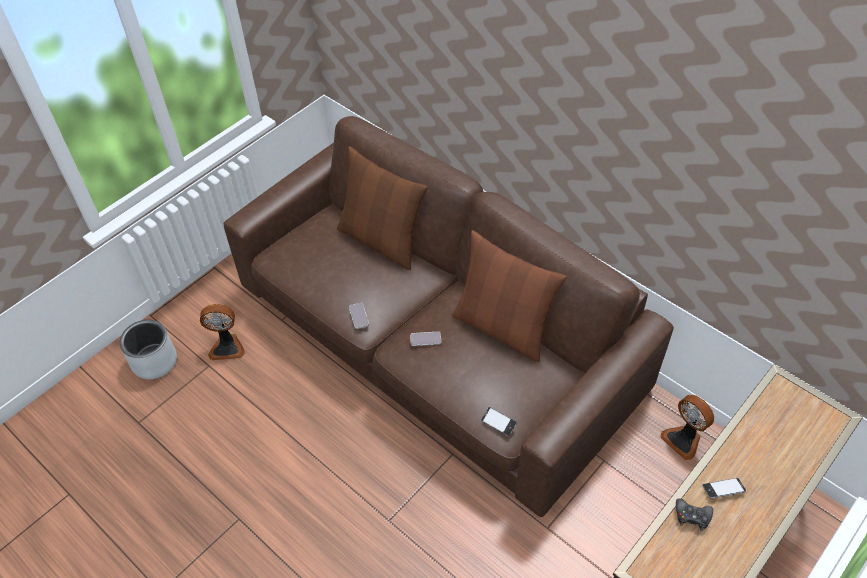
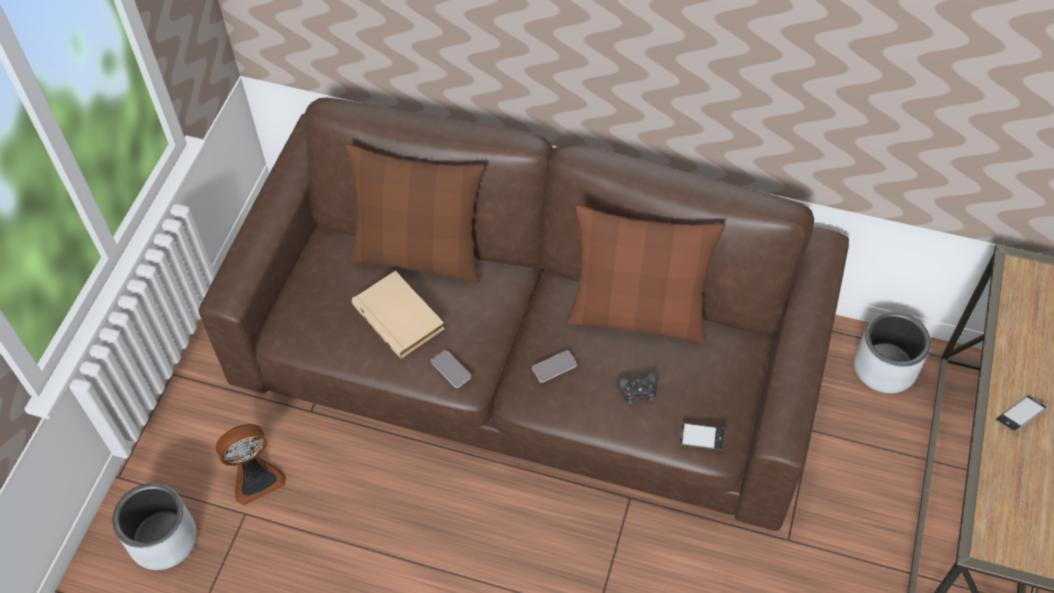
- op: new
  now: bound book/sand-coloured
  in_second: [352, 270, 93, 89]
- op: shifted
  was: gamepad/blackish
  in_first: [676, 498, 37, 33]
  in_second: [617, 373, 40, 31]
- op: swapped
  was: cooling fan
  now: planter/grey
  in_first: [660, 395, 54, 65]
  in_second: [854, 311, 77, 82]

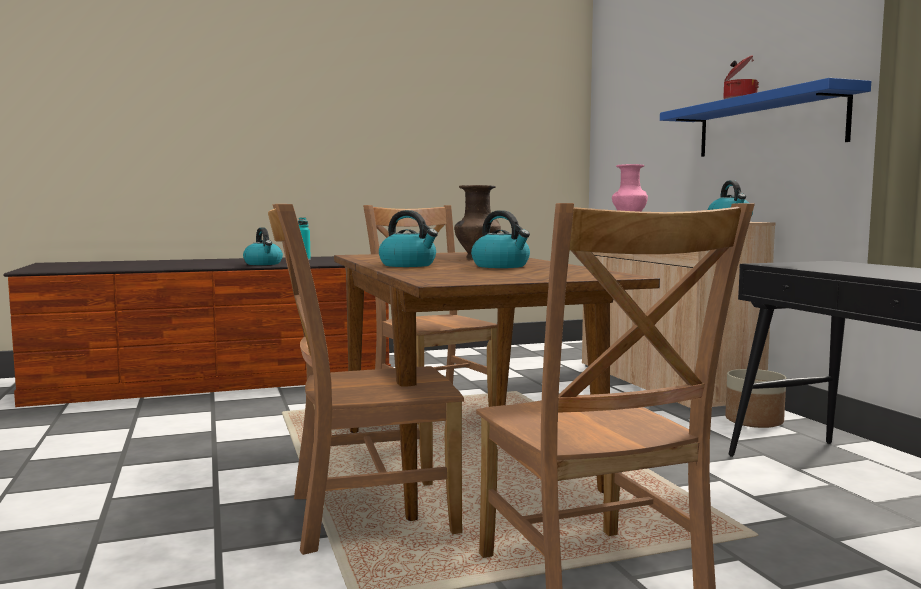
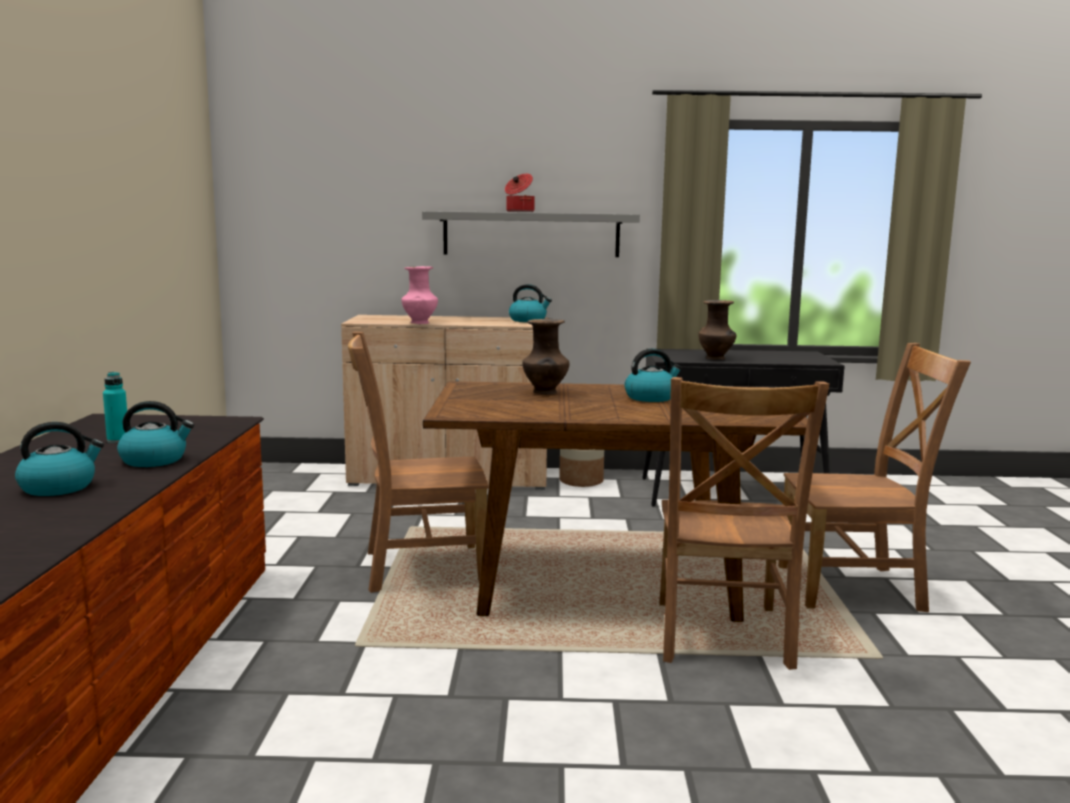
- op: shifted
  was: kettle
  in_first: [379, 210, 59, 57]
  in_second: [15, 422, 89, 74]
- op: repainted
  was: shelf/bluish
  now: shelf/grey
  in_first: [660, 78, 211, 79]
  in_second: [422, 211, 218, 46]
- op: new
  now: vase/brown
  in_second: [698, 300, 39, 60]

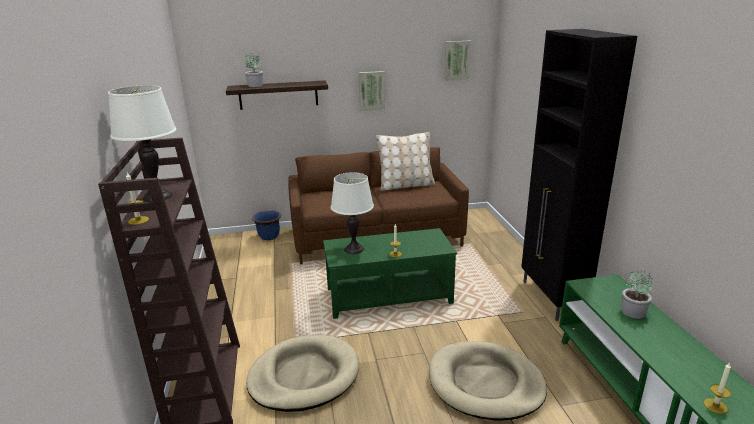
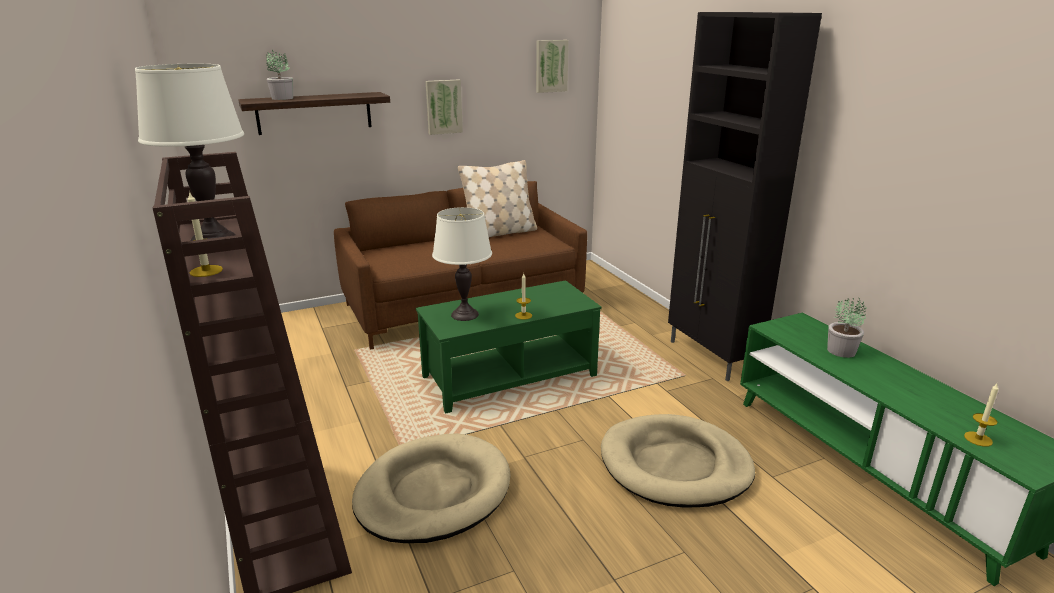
- op: gone
  was: planter/bluish
  in_first: [252, 210, 29, 30]

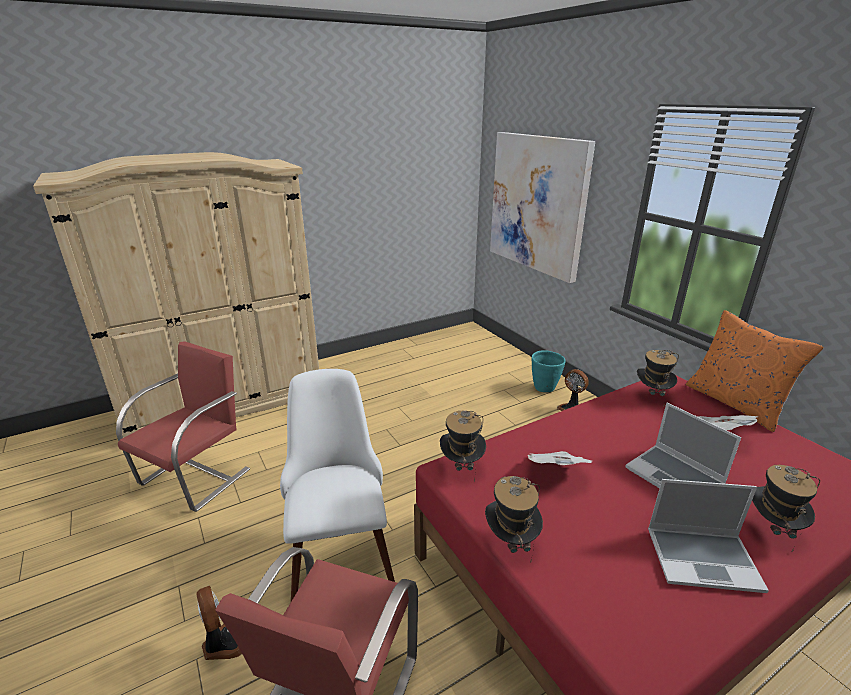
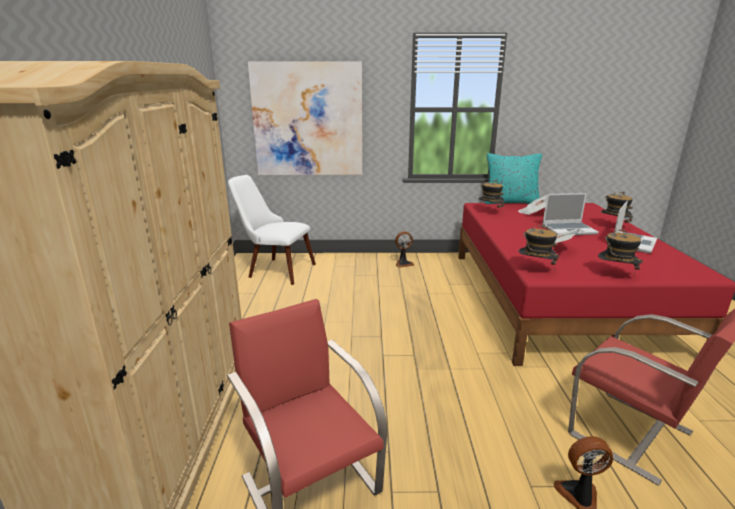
- op: shifted
  was: chair/white-coloured
  in_first: [280, 369, 115, 232]
  in_second: [228, 175, 88, 110]
- op: repainted
  was: cushion/orangey
  now: cushion/turquoise
  in_first: [685, 310, 139, 122]
  in_second: [485, 153, 57, 51]
- op: gone
  was: planter/turquoise
  in_first: [532, 350, 34, 42]

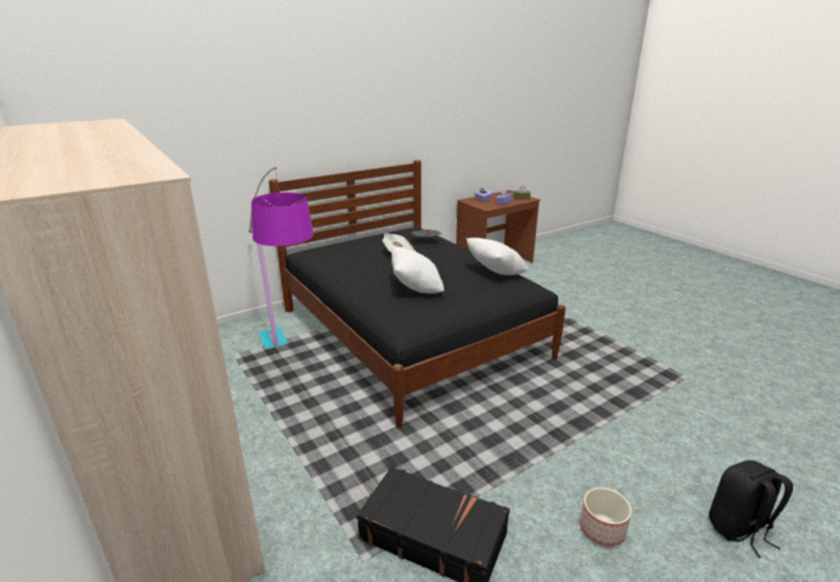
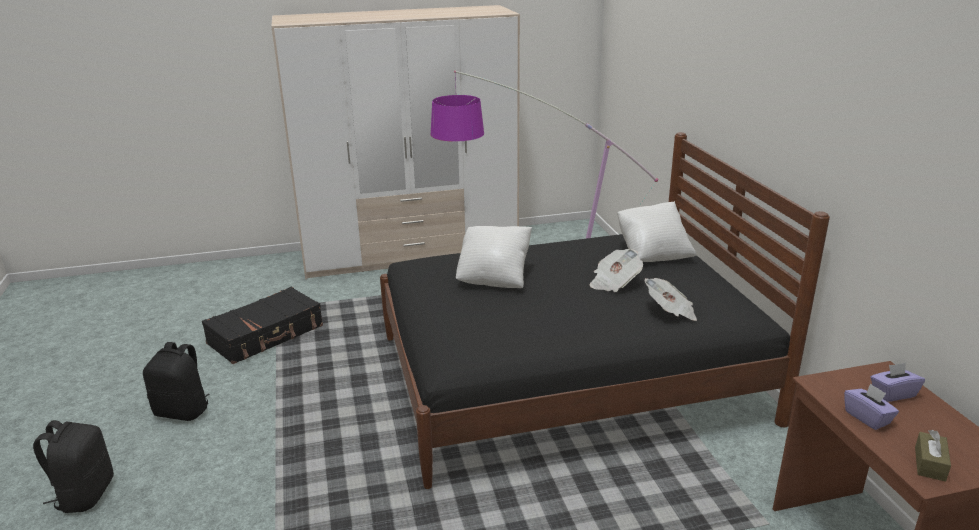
- op: swapped
  was: planter
  now: rucksack/blackish
  in_first: [580, 487, 52, 59]
  in_second: [143, 342, 67, 79]
- op: shifted
  was: cushion/white-coloured
  in_first: [466, 238, 63, 37]
  in_second: [617, 201, 80, 61]

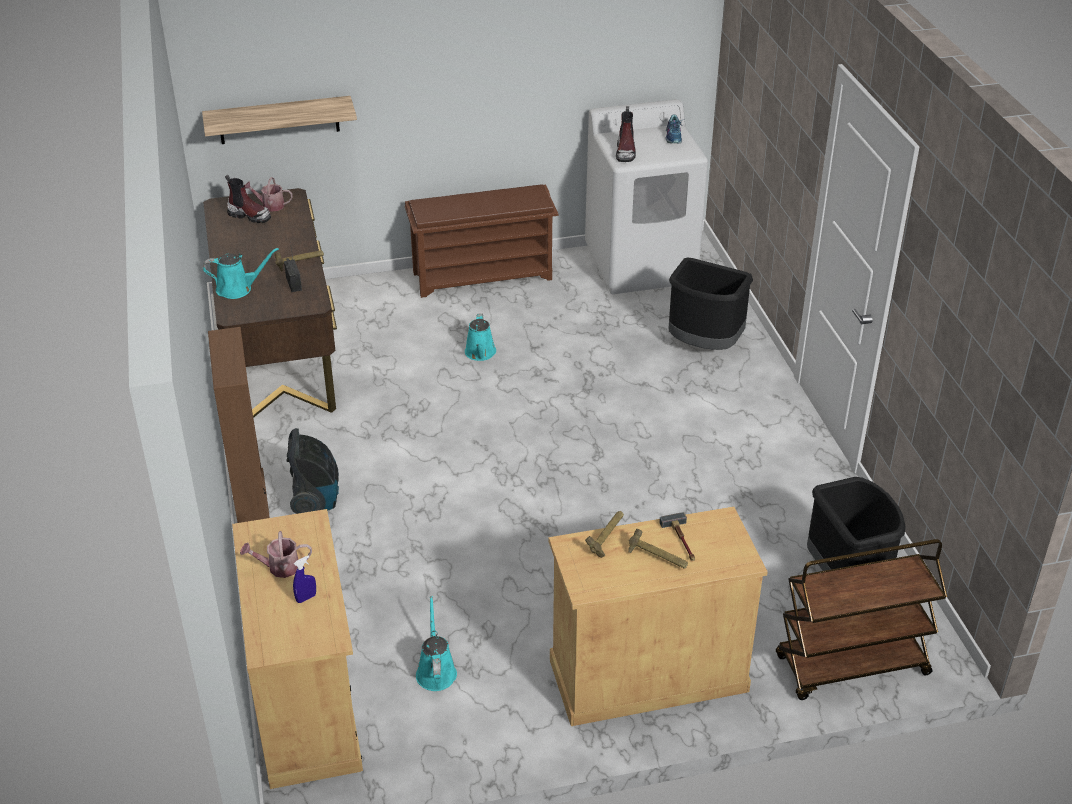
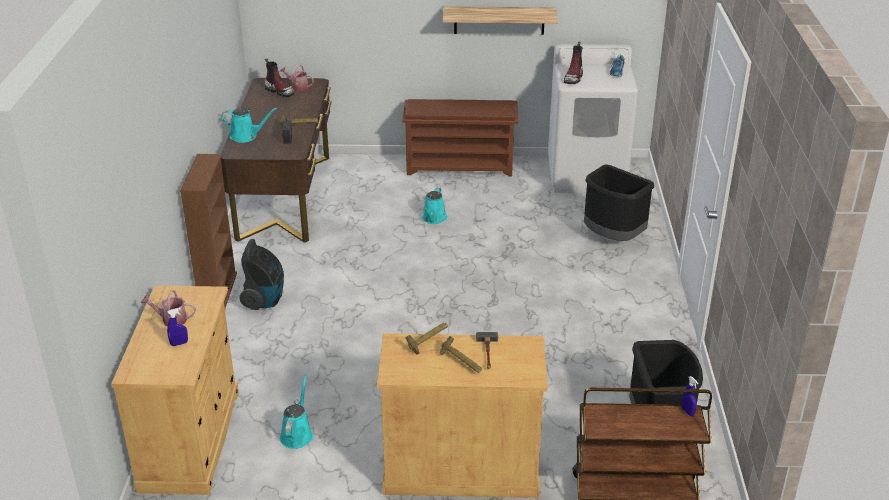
- op: shifted
  was: shelf
  in_first: [202, 96, 155, 48]
  in_second: [443, 6, 115, 29]
- op: new
  now: spray bottle/bluish
  in_second: [681, 376, 17, 40]

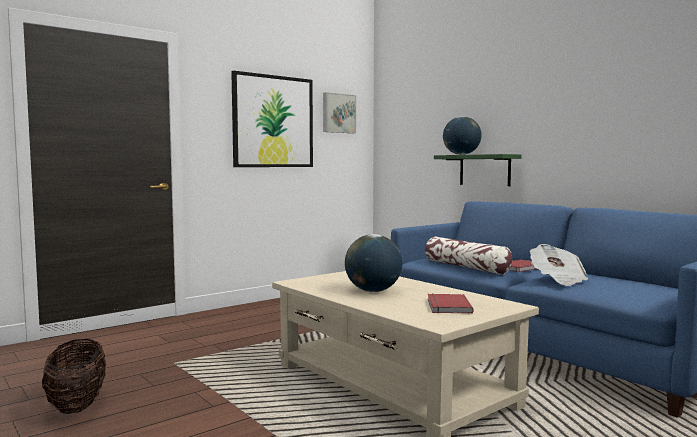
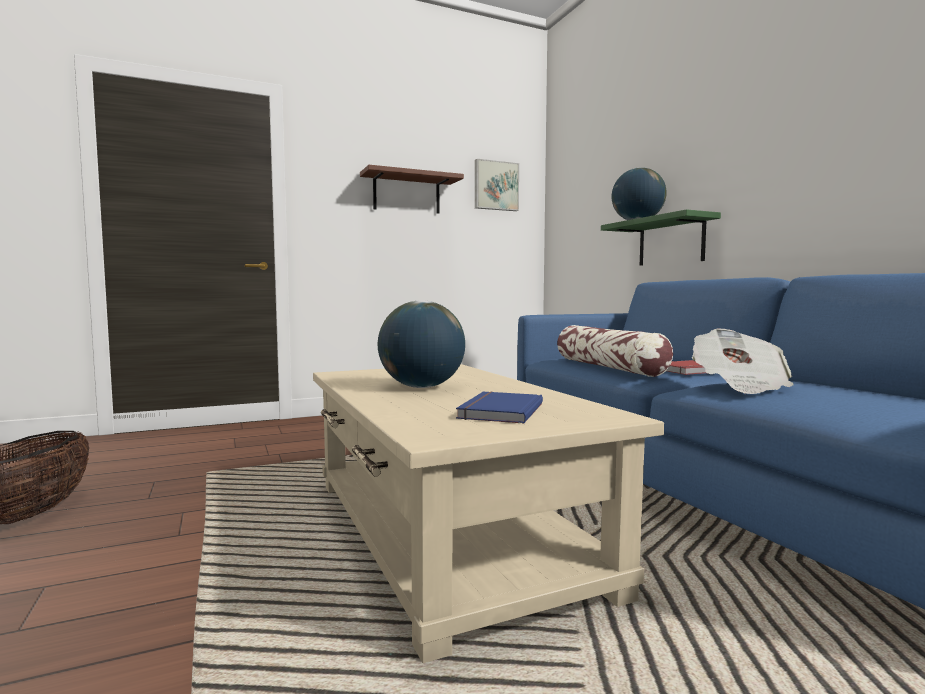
- op: swapped
  was: wall picture
  now: shelf/brown
  in_first: [231, 71, 82, 96]
  in_second: [360, 165, 104, 49]
- op: repainted
  was: bound book/red-coloured
  now: bound book/bluish
  in_first: [428, 294, 45, 19]
  in_second: [456, 391, 87, 32]

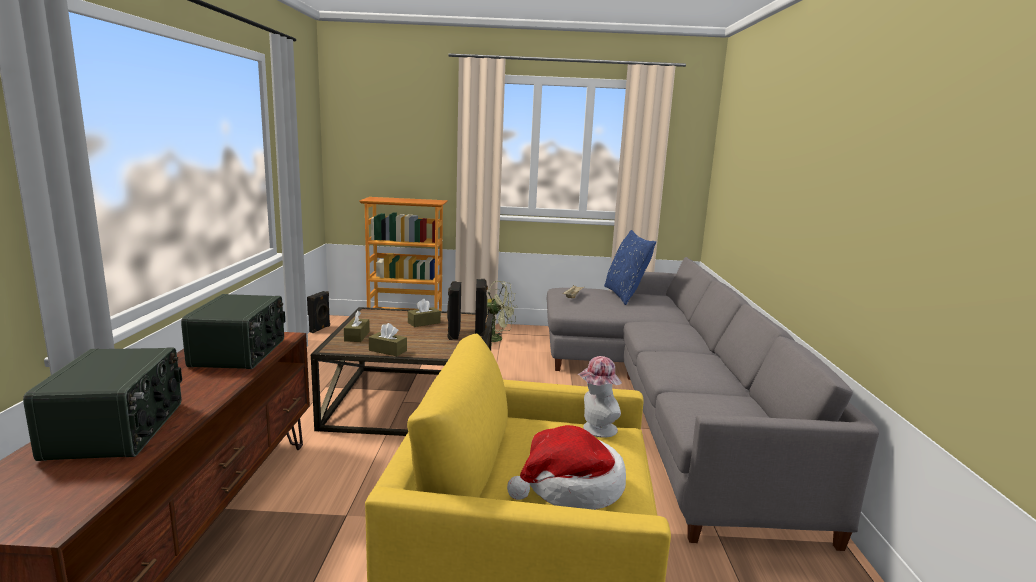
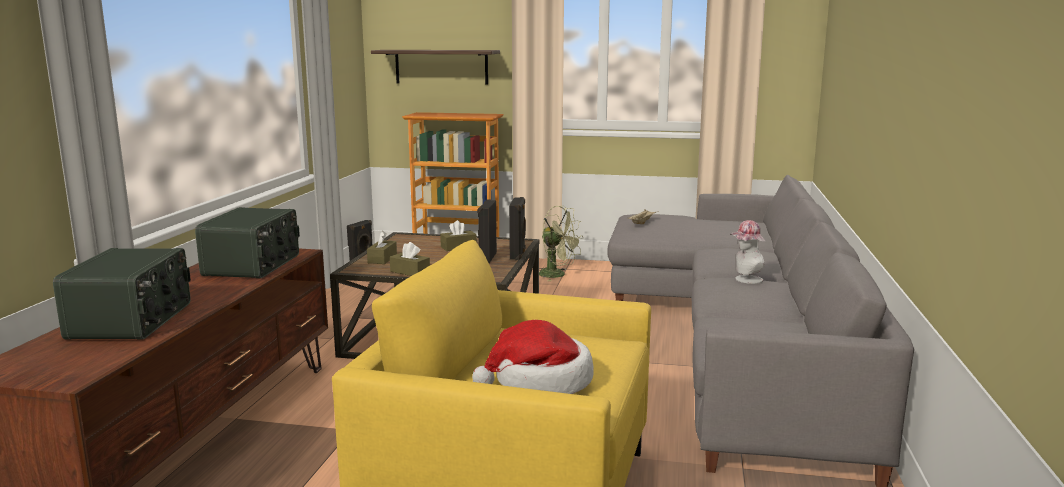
- op: new
  now: shelf
  in_second: [371, 50, 129, 34]
- op: shifted
  was: wearable hat
  in_first: [577, 356, 45, 82]
  in_second: [730, 220, 36, 64]
- op: gone
  was: cushion/bluish
  in_first: [604, 230, 52, 75]

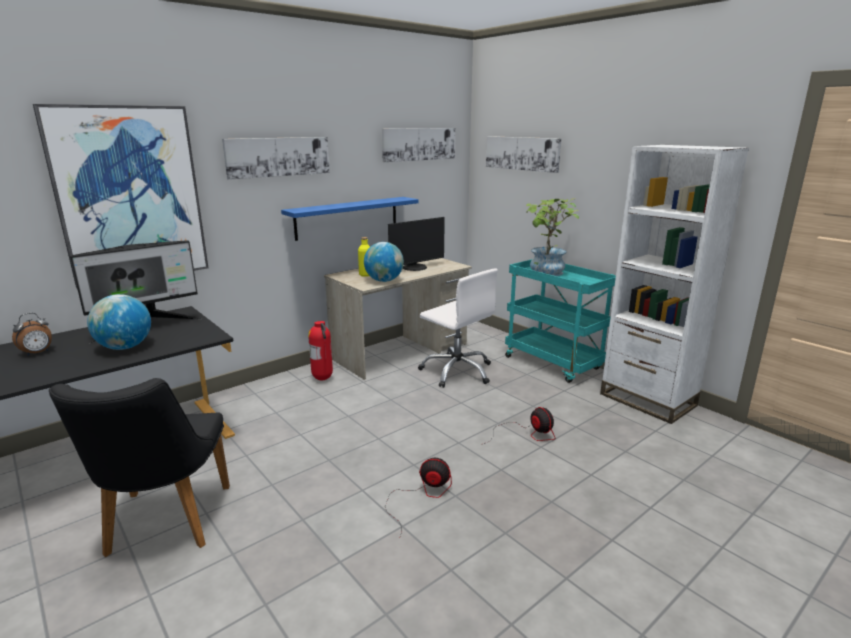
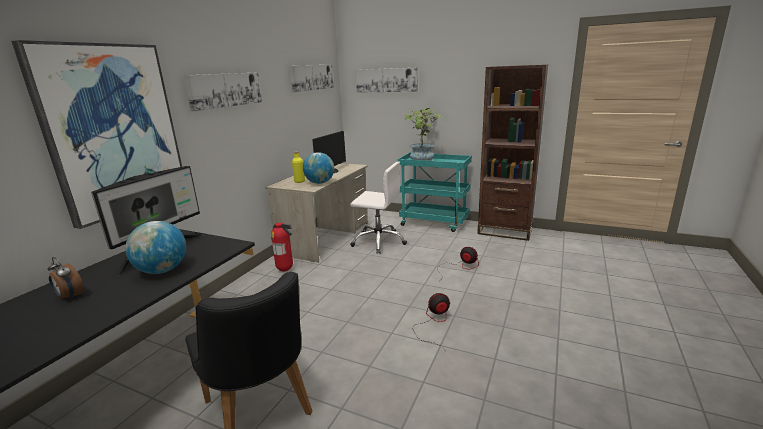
- op: rotated
  was: bedside clock
  in_first: [12, 313, 40, 43]
  in_second: [48, 257, 36, 43]
  clockwise: 105
- op: repainted
  was: bookcase/white-coloured
  now: bookcase/brown
  in_first: [600, 145, 149, 279]
  in_second: [477, 64, 71, 177]
- op: gone
  was: shelf/bluish
  in_first: [281, 197, 138, 44]

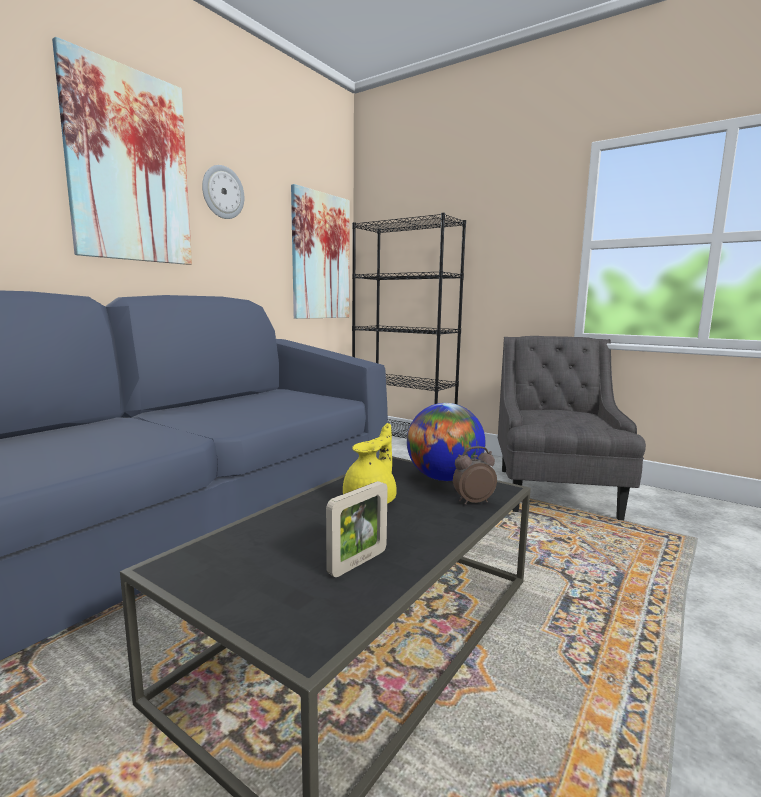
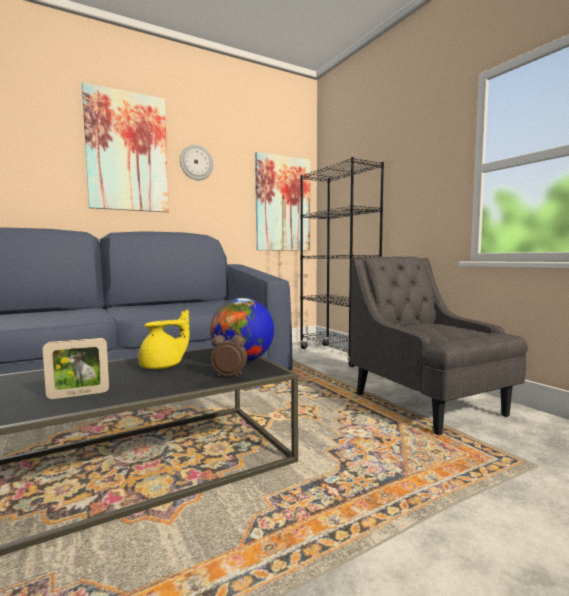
- op: rotated
  was: lounge chair/grey
  in_first: [498, 336, 148, 184]
  in_second: [350, 256, 178, 179]
  clockwise: -60

